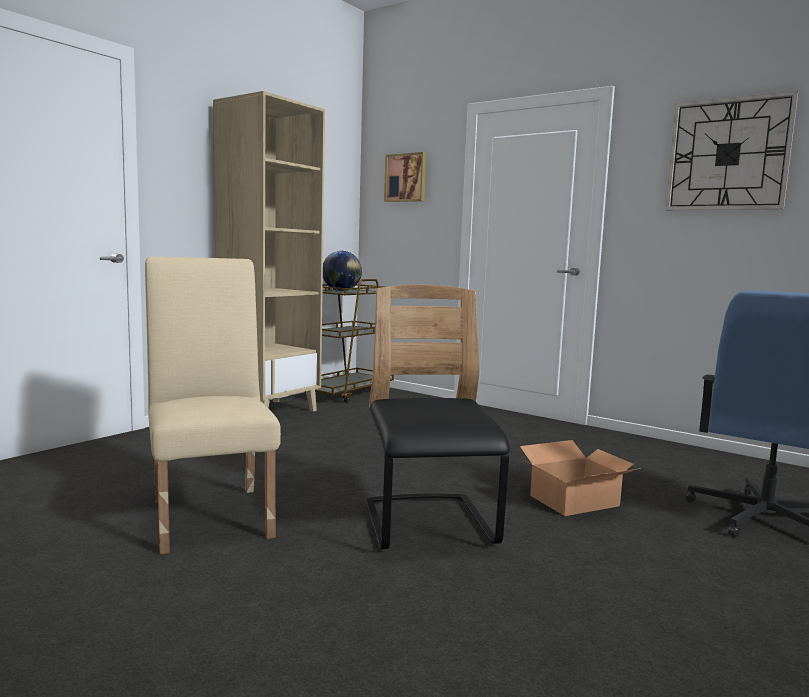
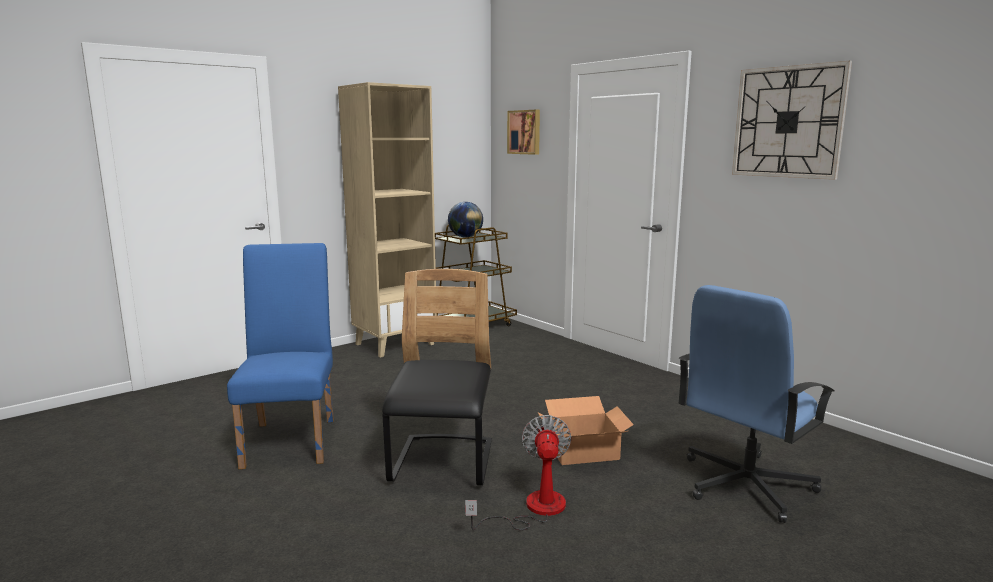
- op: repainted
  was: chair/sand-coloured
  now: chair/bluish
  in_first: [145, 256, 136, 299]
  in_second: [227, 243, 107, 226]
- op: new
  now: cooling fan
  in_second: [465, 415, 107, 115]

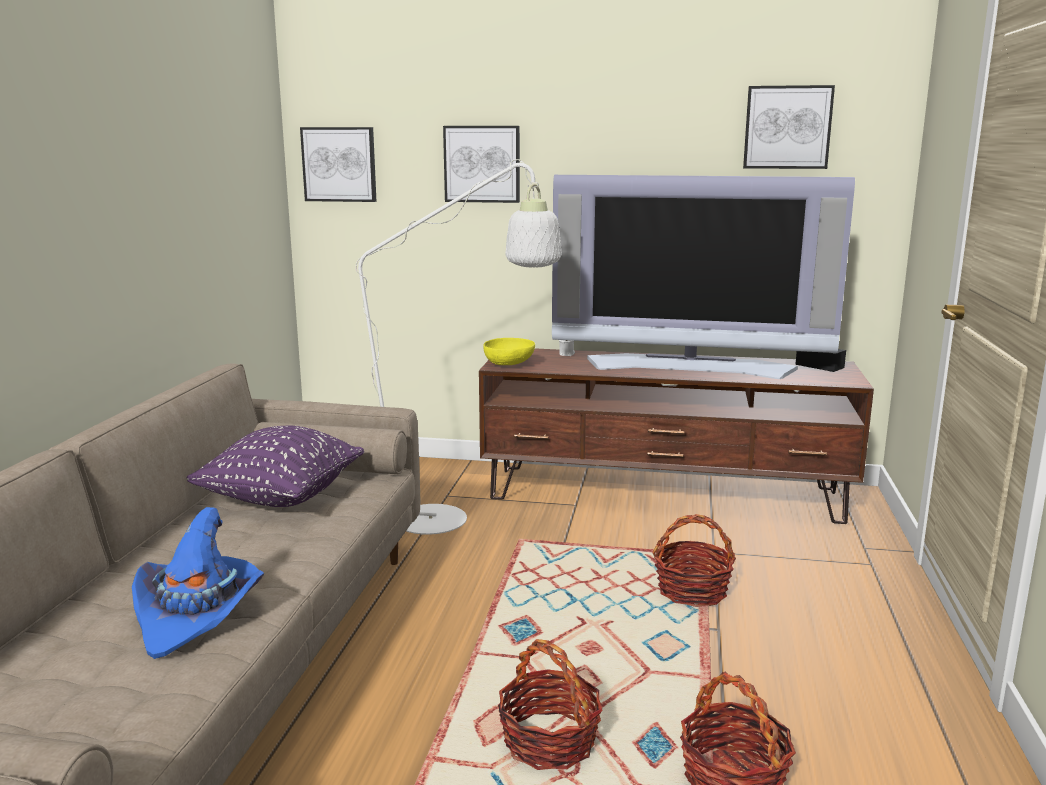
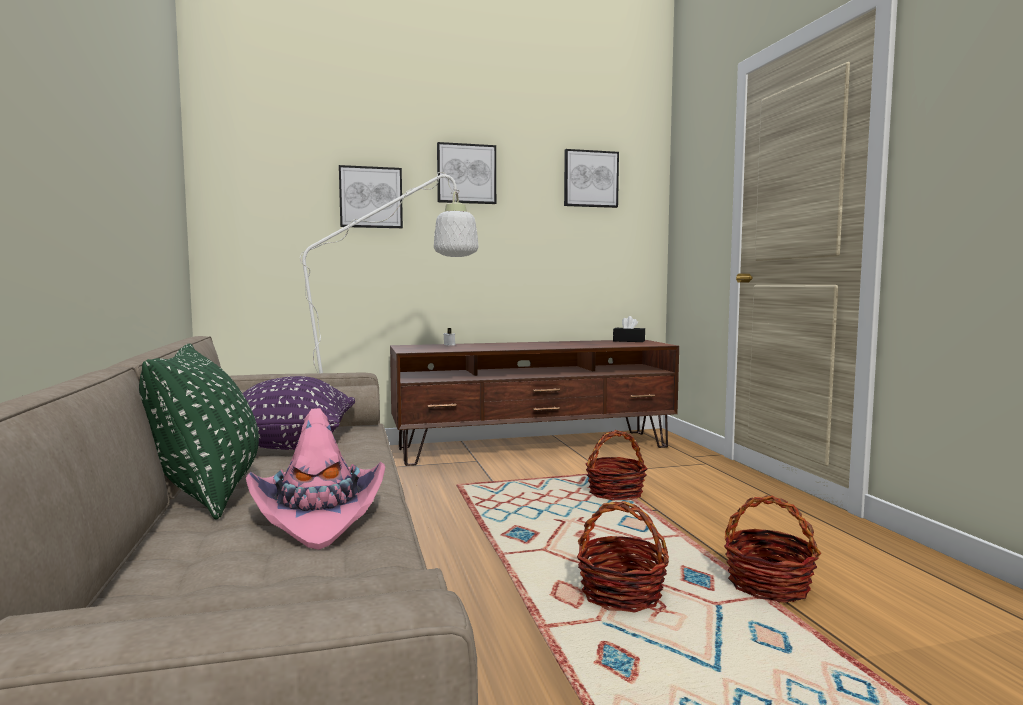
- op: new
  now: cushion/green
  in_second: [139, 344, 120, 176]
- op: repainted
  was: wearable hat/bluish
  now: wearable hat/pink-coloured
  in_first: [132, 507, 132, 152]
  in_second: [246, 408, 139, 142]
- op: shifted
  was: wall picture
  in_first: [300, 127, 77, 75]
  in_second: [437, 142, 59, 62]
- op: gone
  was: bowl/yellow-coloured
  in_first: [483, 338, 52, 27]
- op: gone
  was: TV
  in_first: [552, 175, 303, 204]

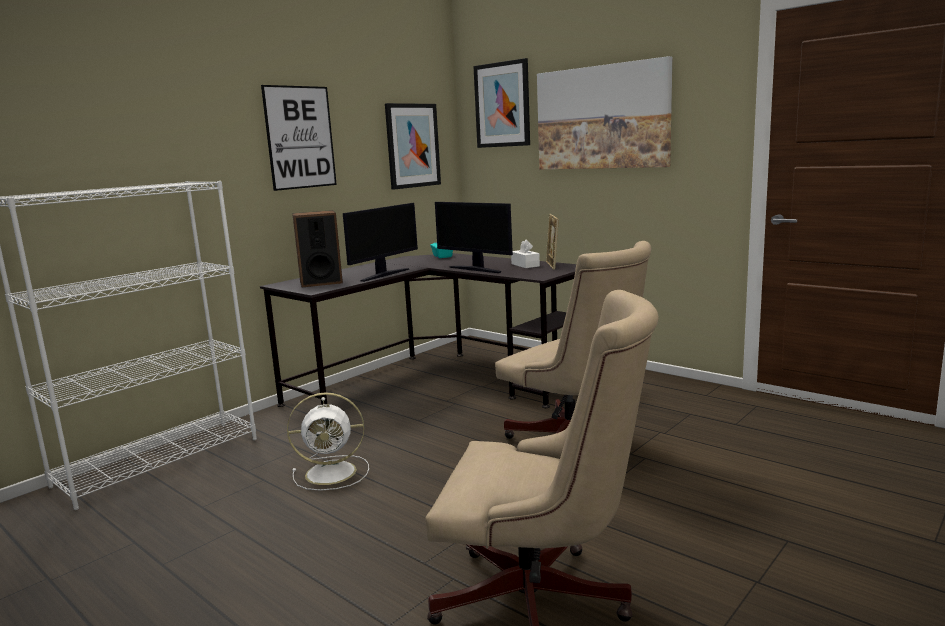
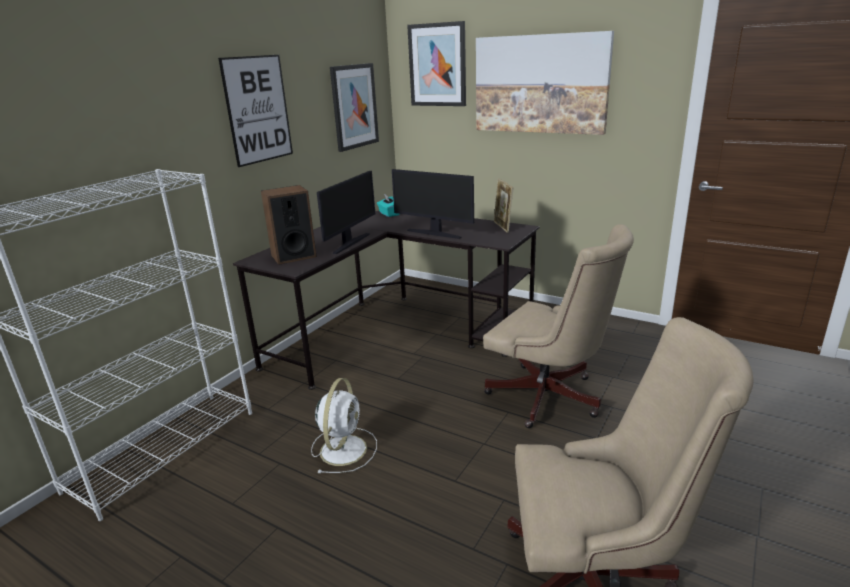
- op: rotated
  was: cooling fan/white-coloured
  in_first: [287, 392, 82, 99]
  in_second: [311, 378, 66, 95]
  clockwise: -60
- op: gone
  was: tissue holder/white-coloured
  in_first: [511, 239, 29, 29]

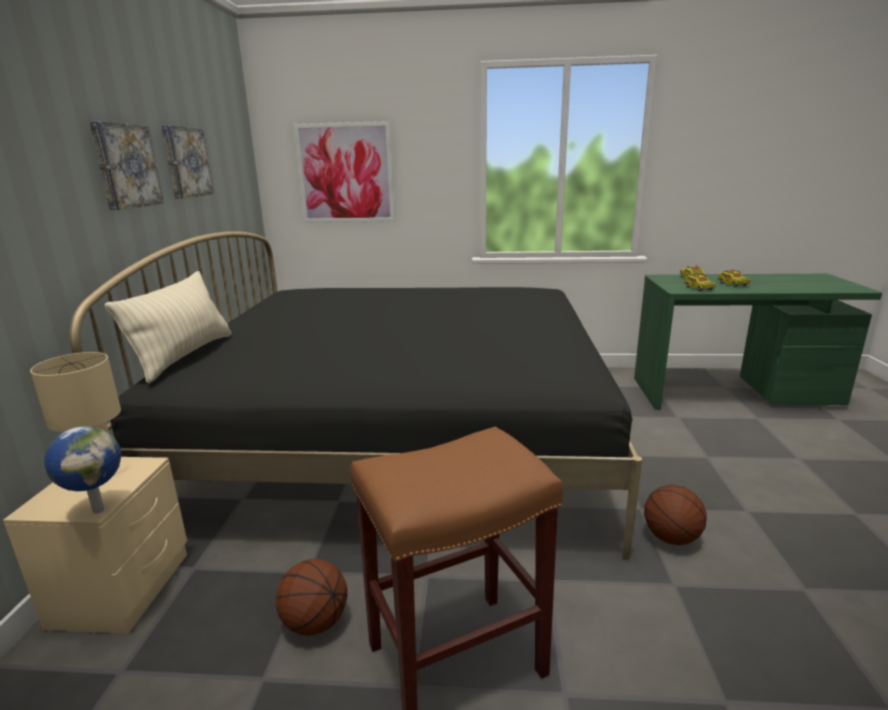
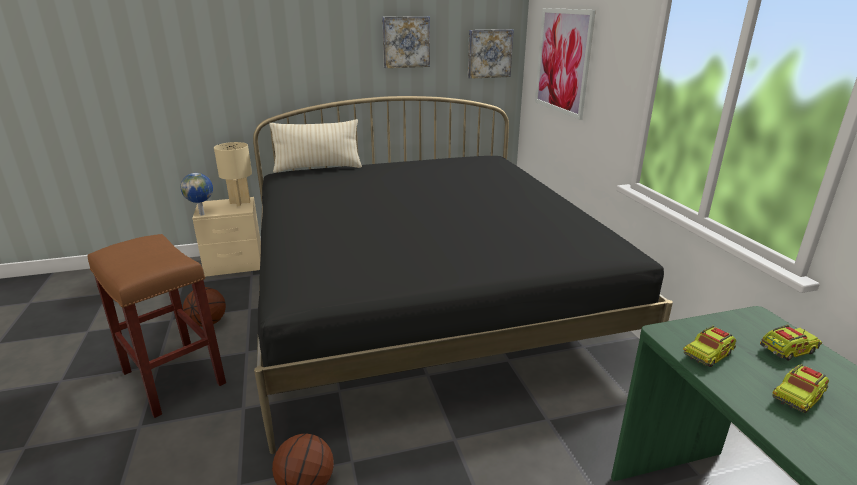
- op: shifted
  was: wall picture
  in_first: [90, 121, 74, 89]
  in_second: [468, 29, 46, 50]

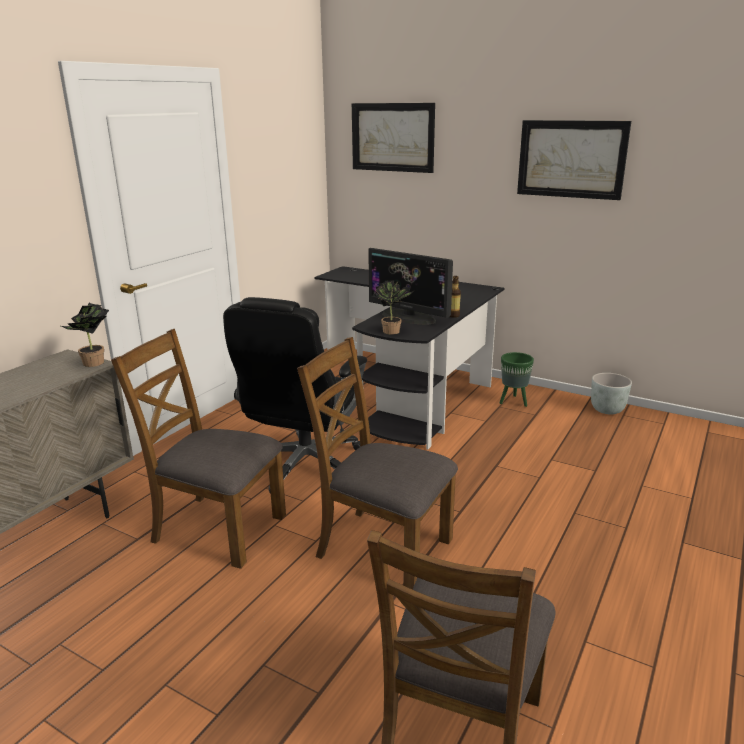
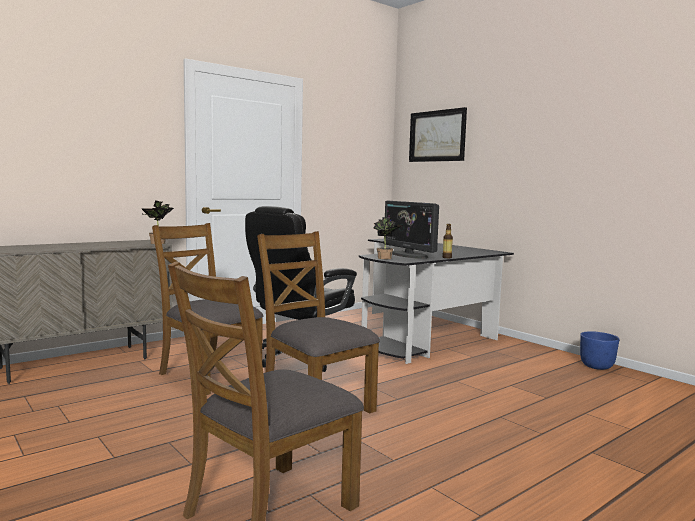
- op: repainted
  was: planter/grey
  now: planter/bluish
  in_first: [591, 373, 41, 41]
  in_second: [580, 331, 40, 39]
- op: gone
  was: planter/green
  in_first: [499, 352, 35, 55]
- op: gone
  was: wall picture
  in_first: [517, 120, 114, 80]

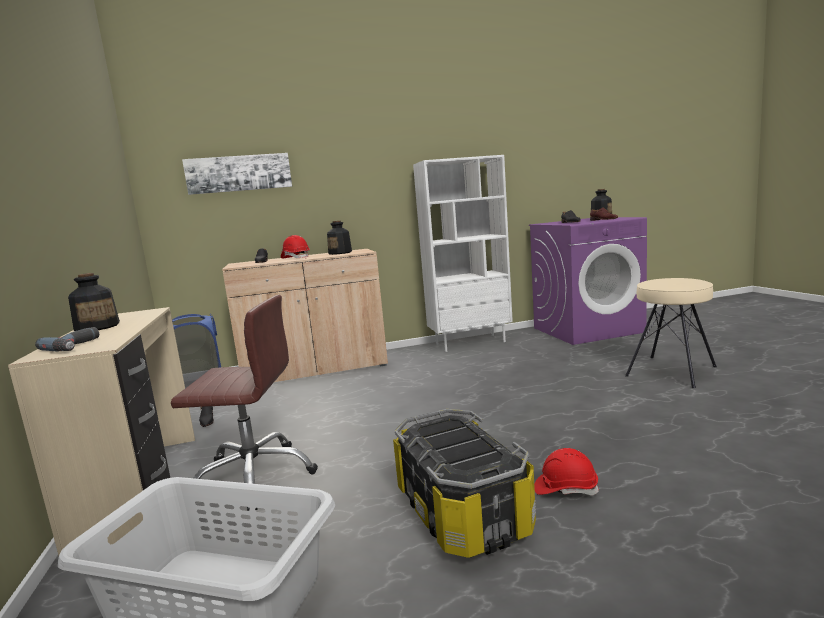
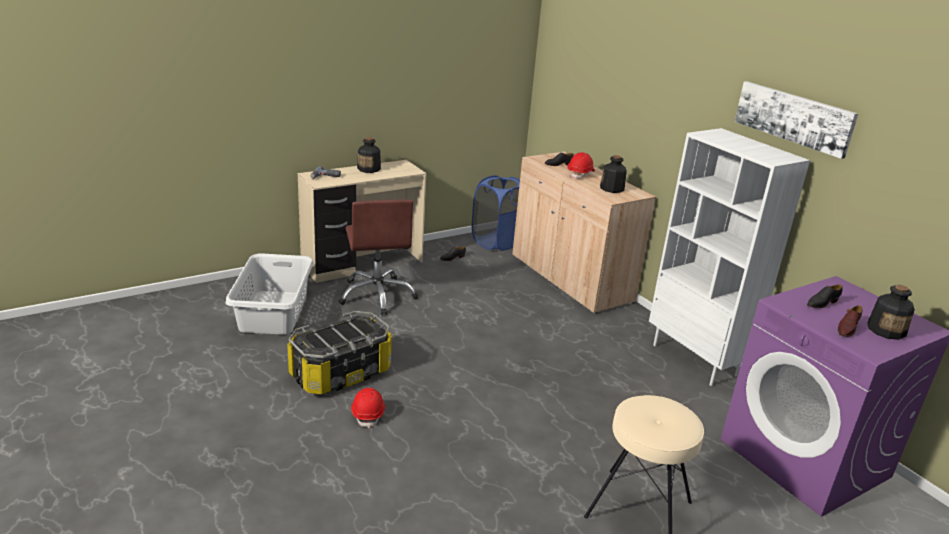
- op: shifted
  was: wall picture
  in_first: [182, 153, 110, 42]
  in_second: [735, 81, 123, 78]

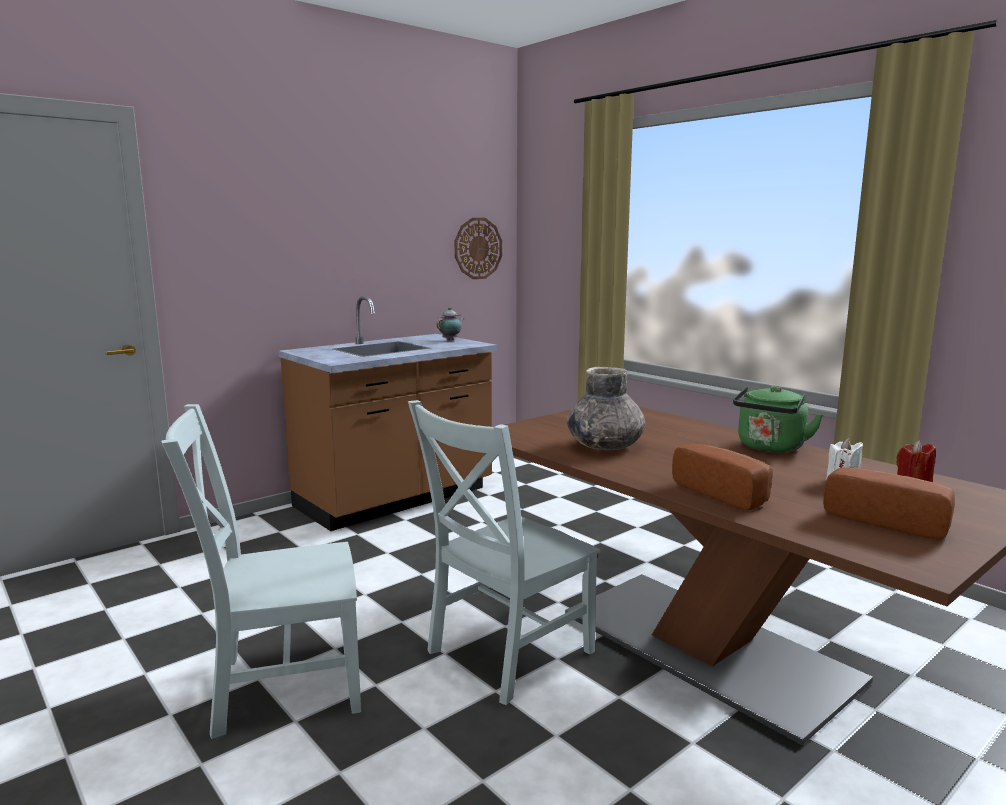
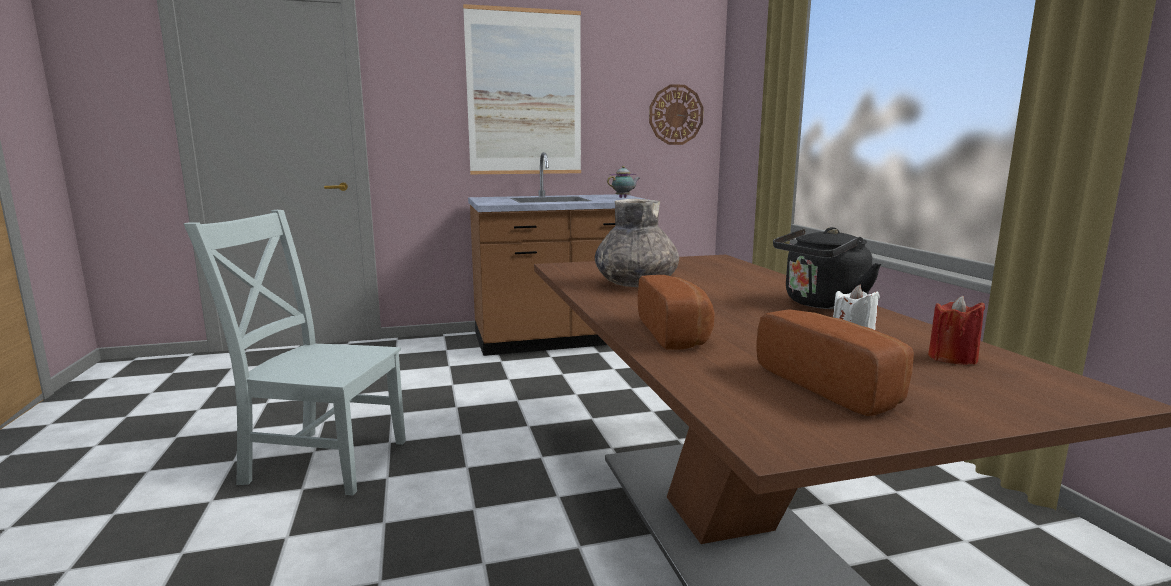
- op: new
  now: wall picture
  in_second: [463, 4, 118, 170]
- op: repainted
  was: kettle/green
  now: kettle/blackish
  in_first: [733, 386, 91, 67]
  in_second: [773, 227, 108, 82]
- op: gone
  was: chair/grey
  in_first: [408, 400, 192, 305]

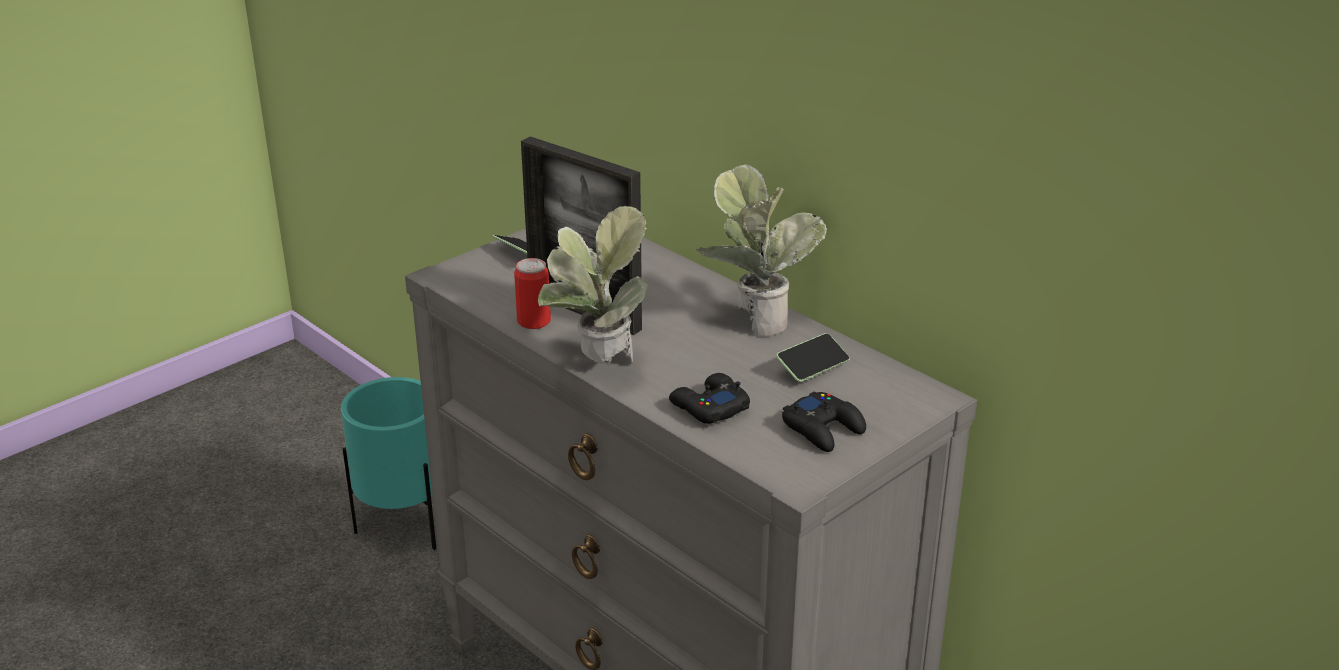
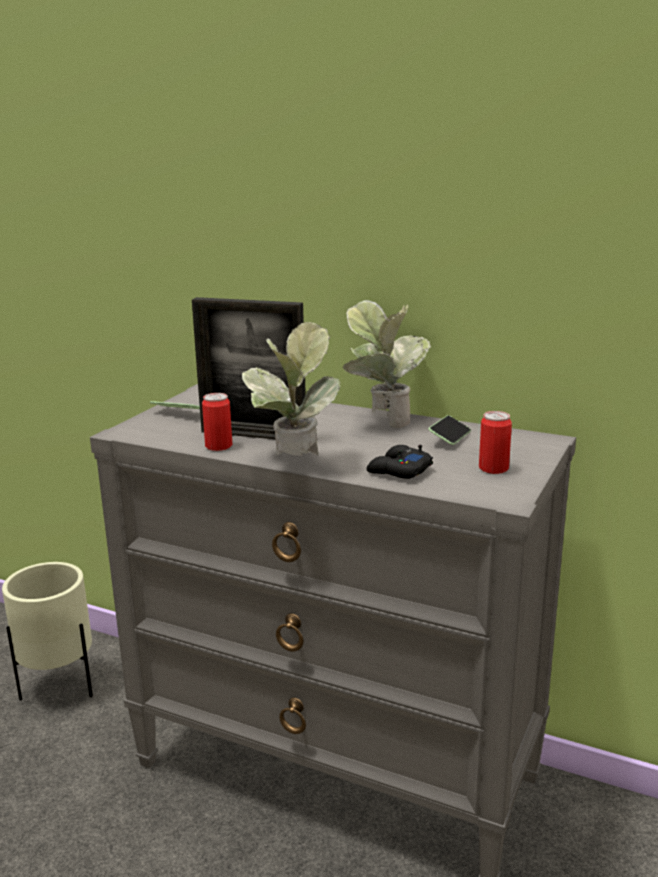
- op: repainted
  was: planter/turquoise
  now: planter/sand-coloured
  in_first: [341, 377, 95, 173]
  in_second: [2, 562, 91, 139]
- op: swapped
  was: gamepad/blackish
  now: sealed can
  in_first: [782, 391, 84, 61]
  in_second: [479, 411, 33, 63]

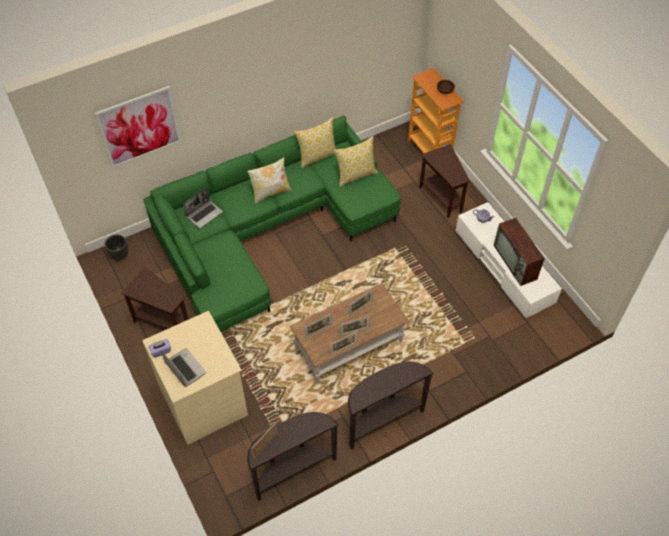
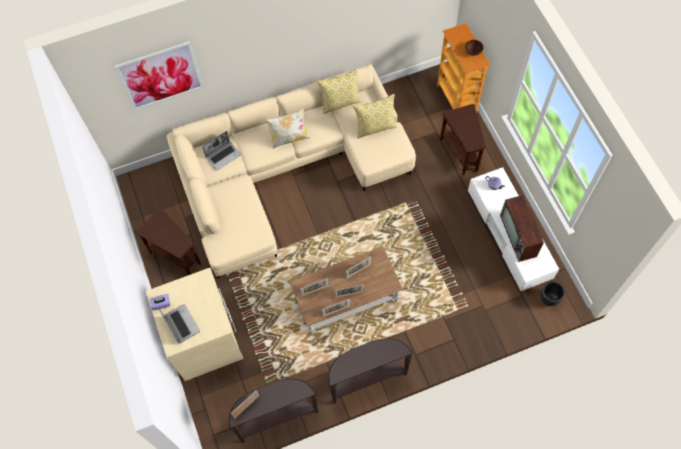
- op: repainted
  was: sofa/green
  now: sofa/sand-coloured
  in_first: [143, 116, 258, 215]
  in_second: [167, 64, 249, 214]
- op: shifted
  was: planter/blackish
  in_first: [105, 235, 23, 25]
  in_second: [540, 281, 25, 25]

